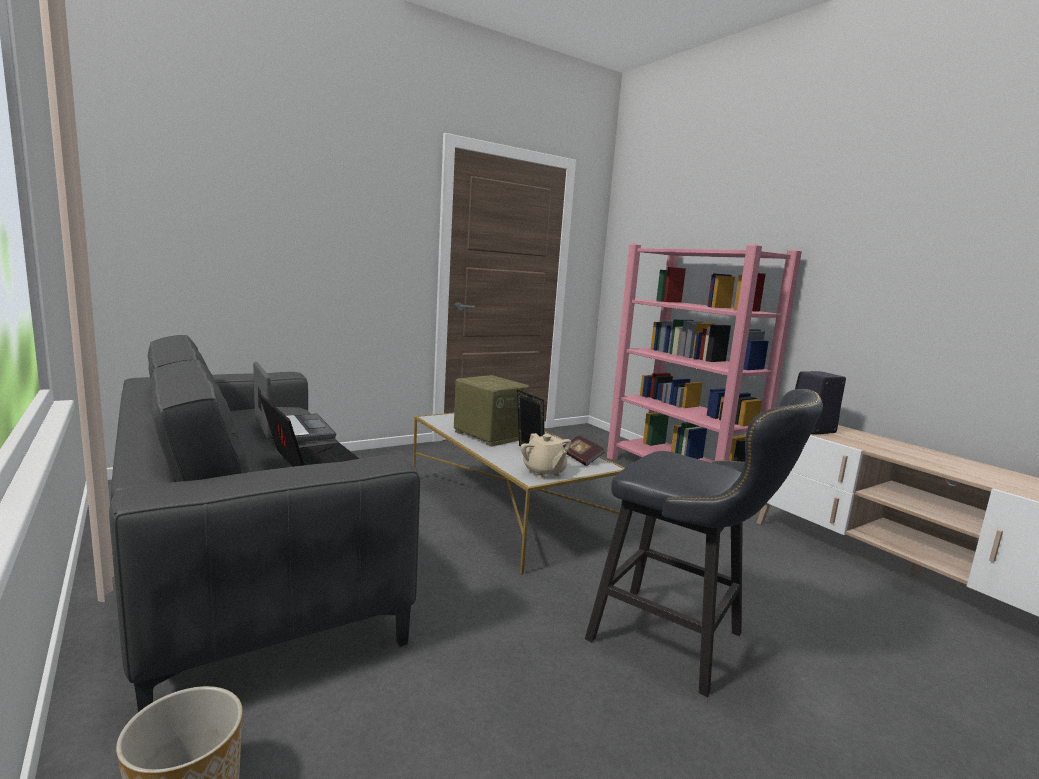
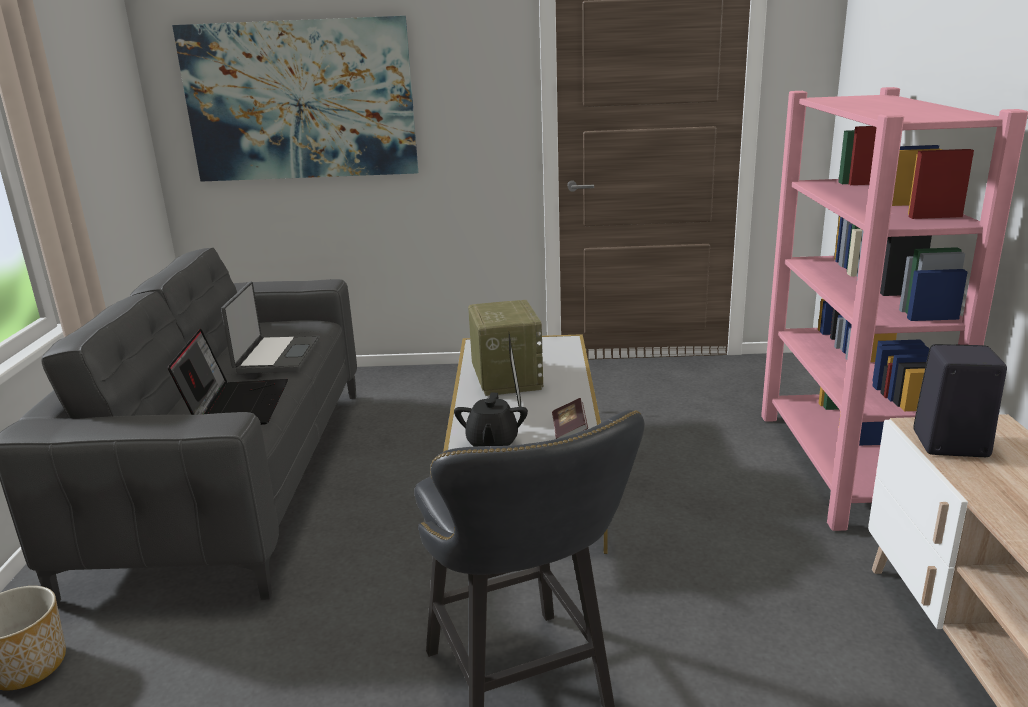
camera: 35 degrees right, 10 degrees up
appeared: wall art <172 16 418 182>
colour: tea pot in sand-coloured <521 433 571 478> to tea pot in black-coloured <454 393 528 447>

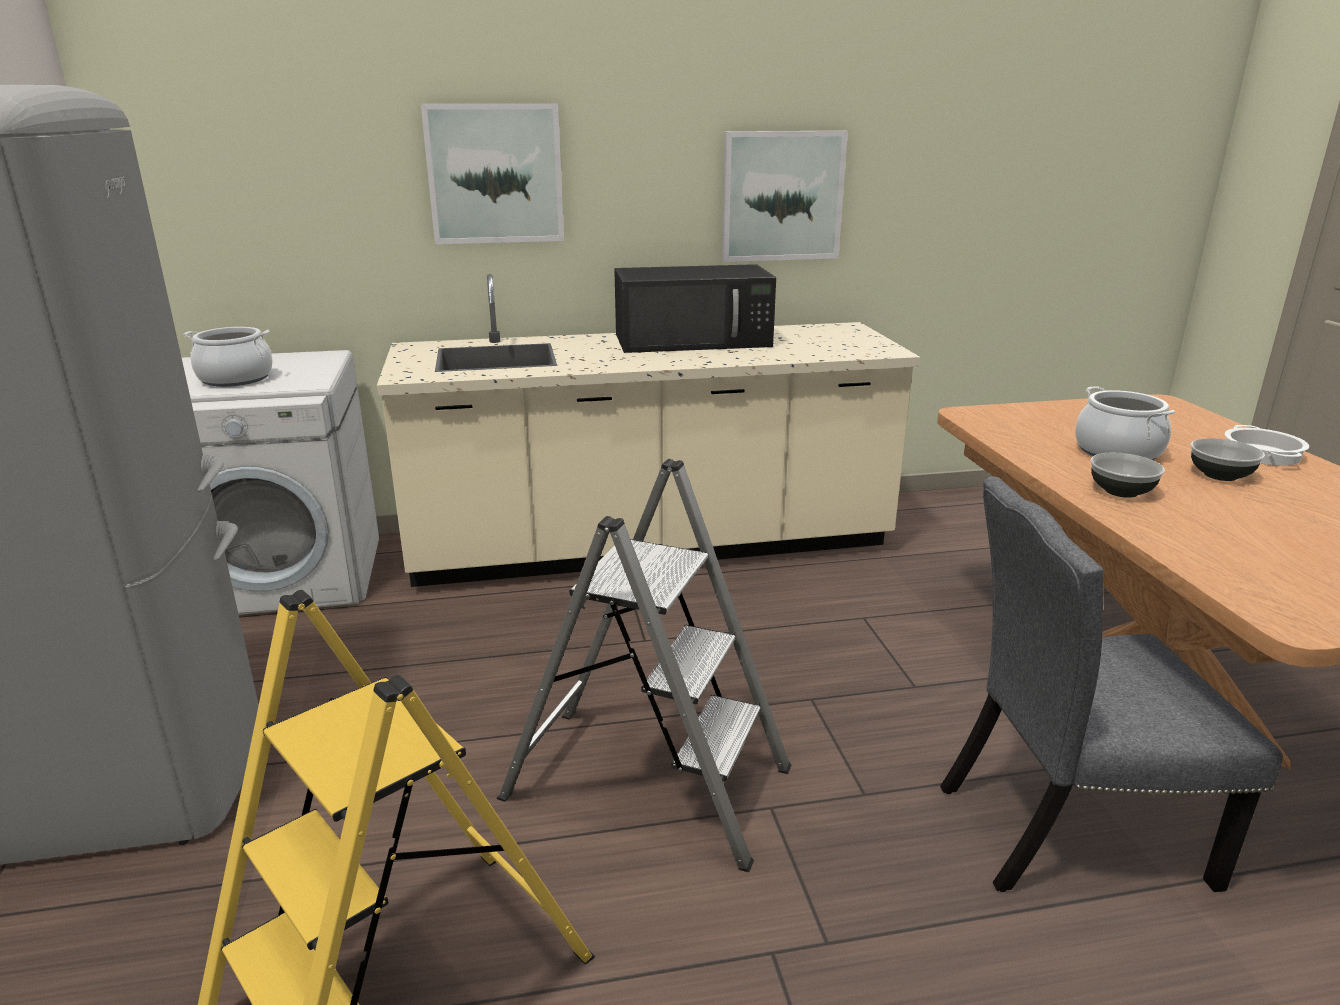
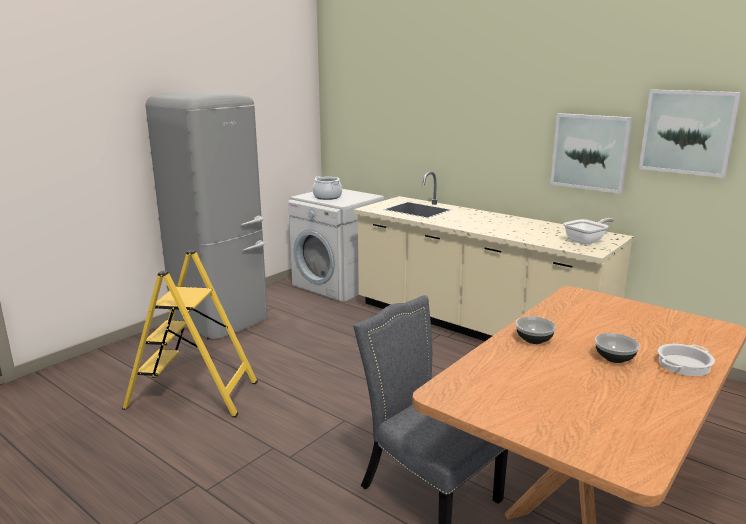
camera: 50 degrees right, 5 degrees down
missing: step stool in grey <497 459 792 872>; microwave oven in black-coloured <614 264 776 353>; stockpot <1075 386 1175 460>
appeared: skillet <563 218 614 245>
relocated: wall art <421 103 564 244> to <639 89 741 178>

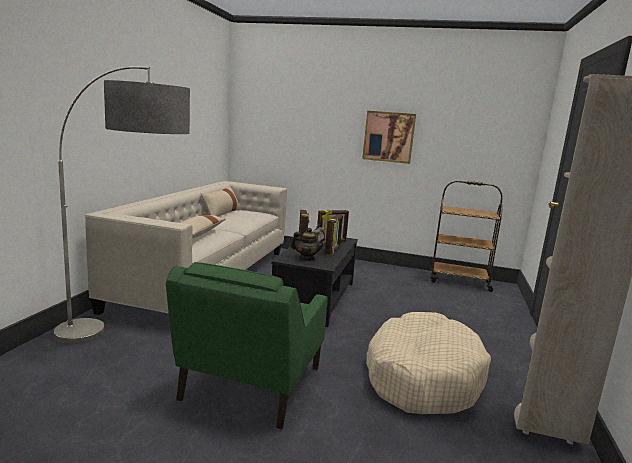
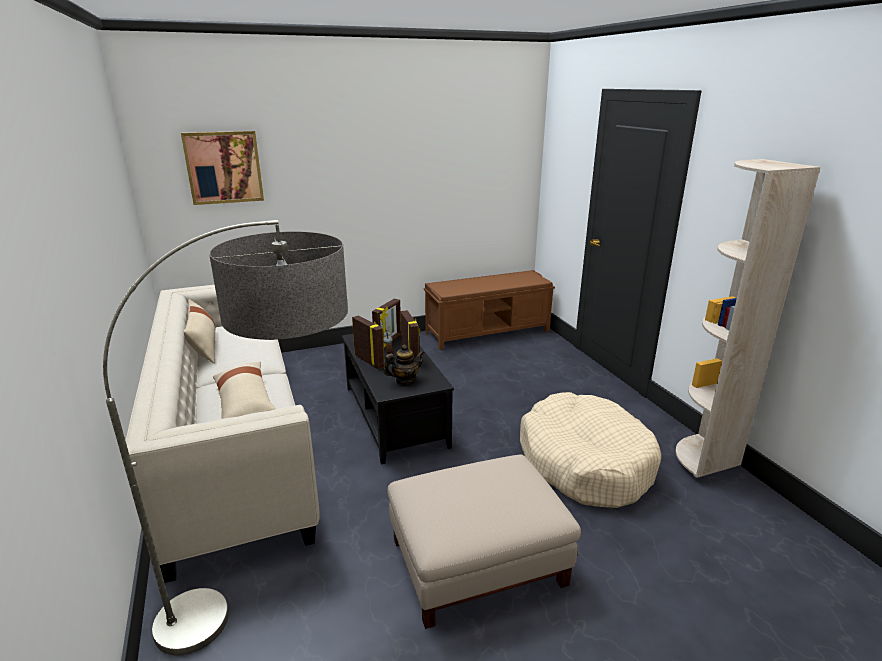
camera: 35 degrees left, 10 degrees up
relocated: wall art <362 111 416 164> to <181 131 264 205>
exchanged: lounge chair in green-coloured <166 262 328 430> to footrest in sand-coloured <387 455 581 629>; trolley in brown <430 181 503 292> to bench in brown <424 270 555 350>

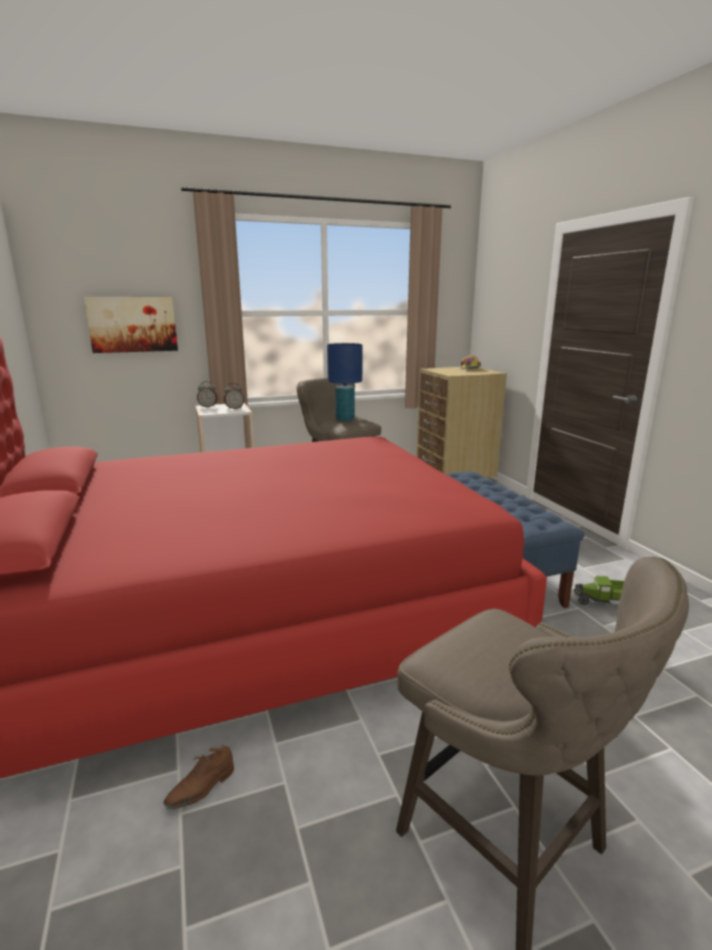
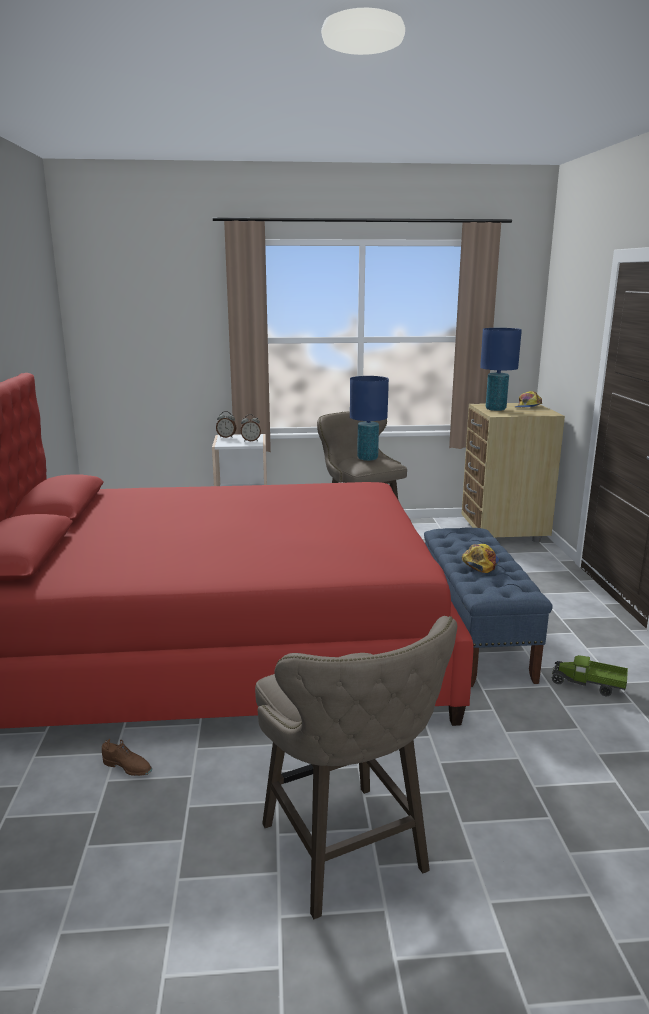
camera: 15 degrees right, 0 degrees up
missing: wall art <84 297 178 353>
appeared: cap <462 544 500 573>; table lamp in blue-coloured <480 328 522 411>
spun: low shoe in brown <163 745 234 810> = <102 739 152 776> 120 degrees counterclockwise

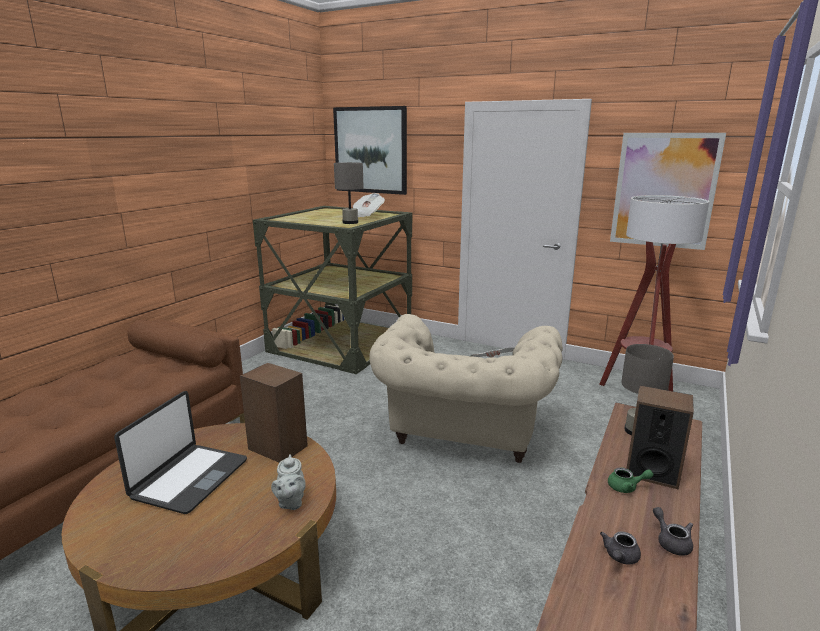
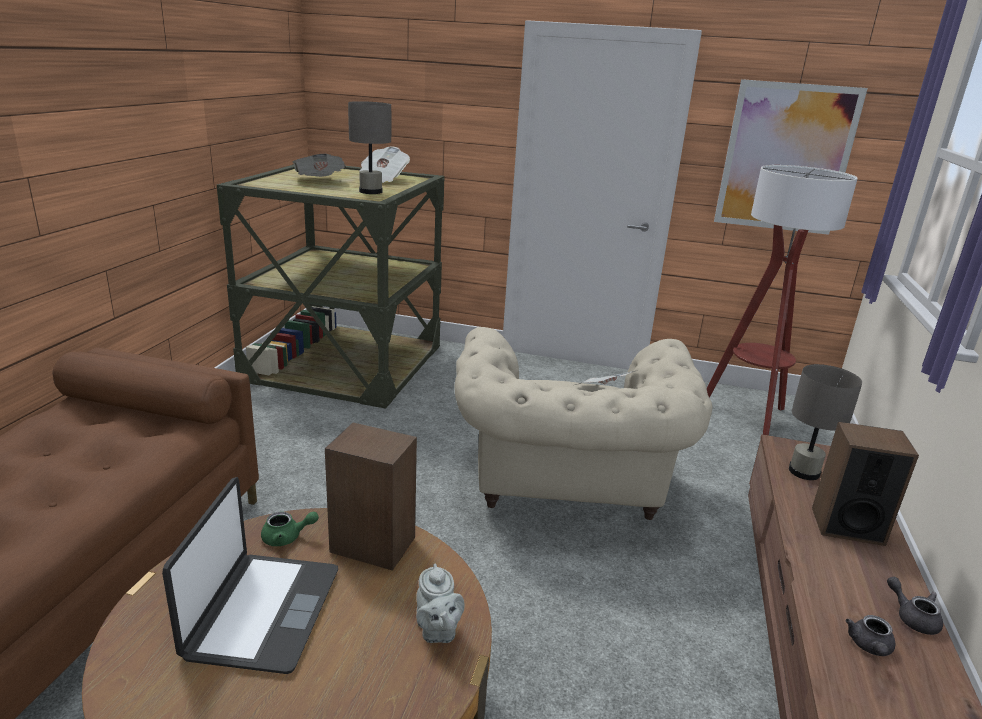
camera: 15 degrees left, 5 degrees up
missing: wall art <333 106 407 195>
appeared: daily paper <293 154 346 177>
relocated: tea pot in green-coloured <608 468 653 493> to <261 512 319 546>

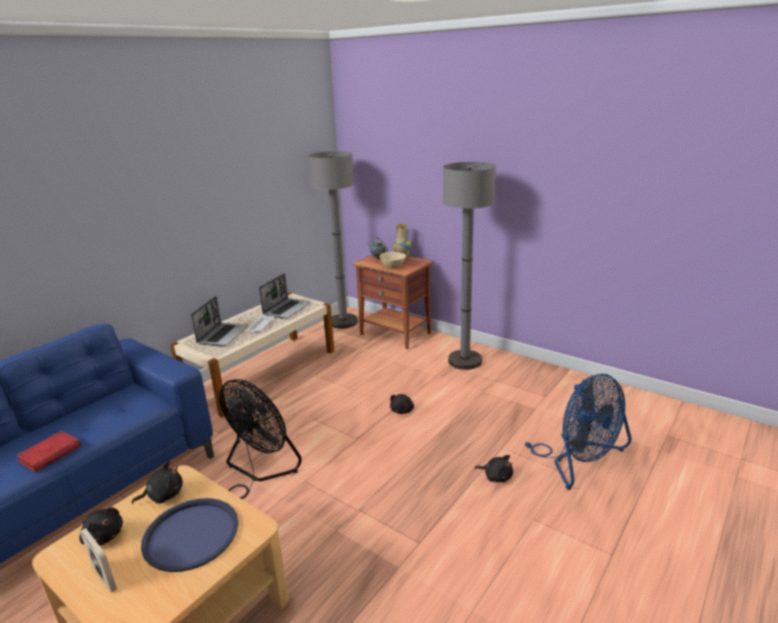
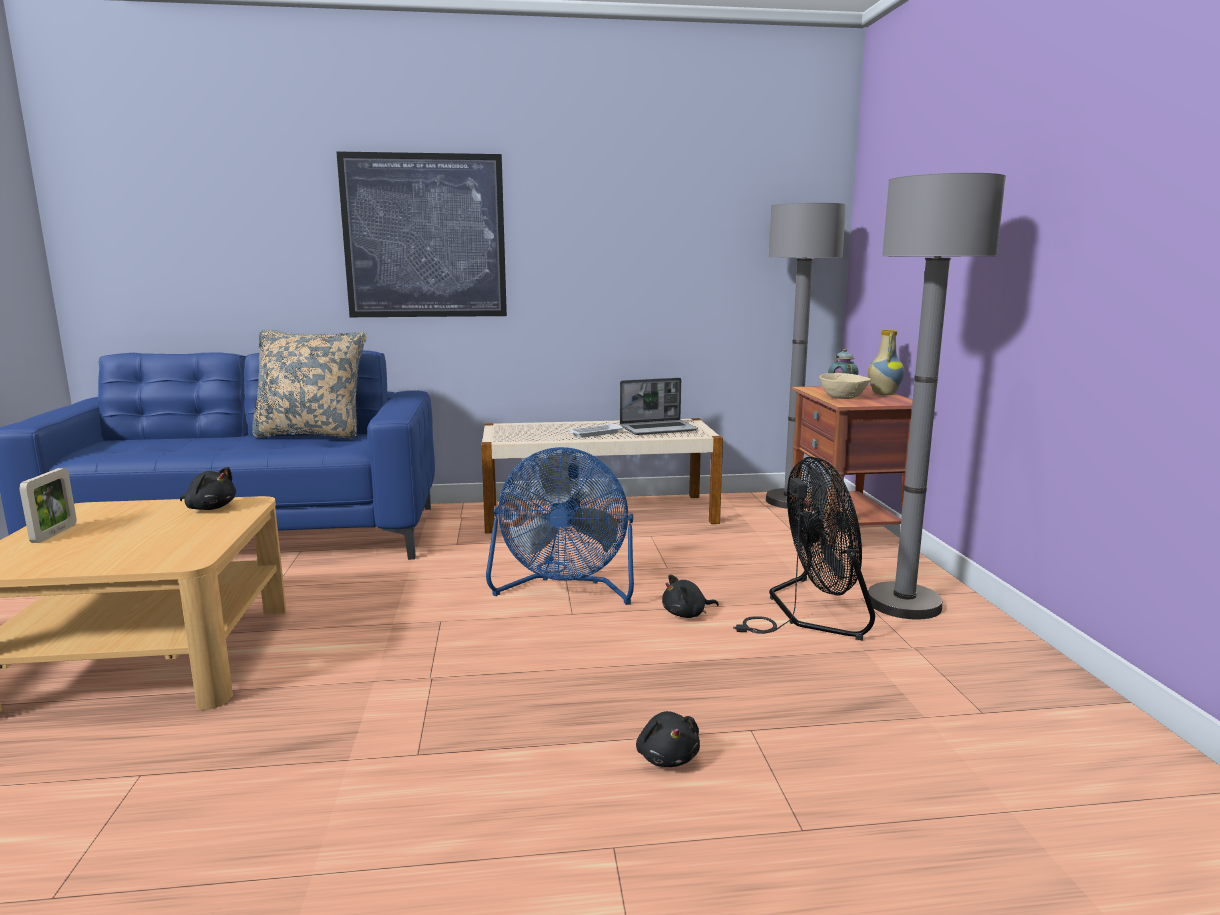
camera: 45 degrees right, 10 degrees down
missing: book in red <16 431 81 472>; cuddly toy in black-coloured <79 507 123 546>; serving tray in blue-coloured <141 498 239 572>; portable computer <191 296 248 346>
appeared: cushion in grey <252 329 367 439>; wall art <336 151 507 317>
relocated: cooling fan in blue-coloured <525 374 631 490> to <486 447 634 605>; cooling fan in black-coloured <219 379 302 499> to <733 457 875 641>

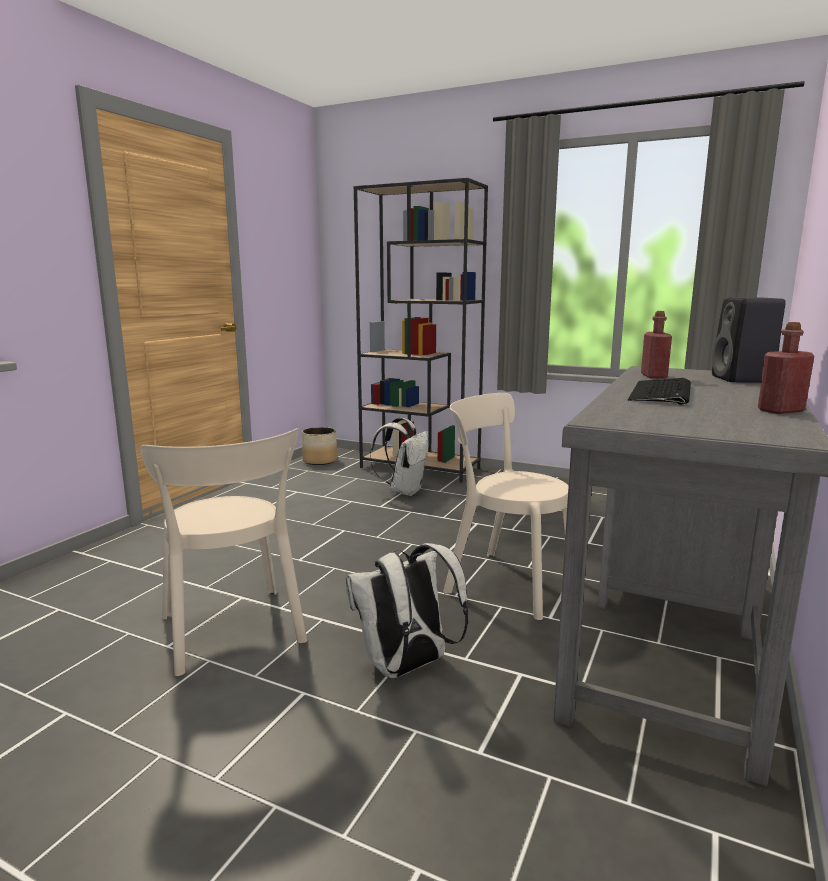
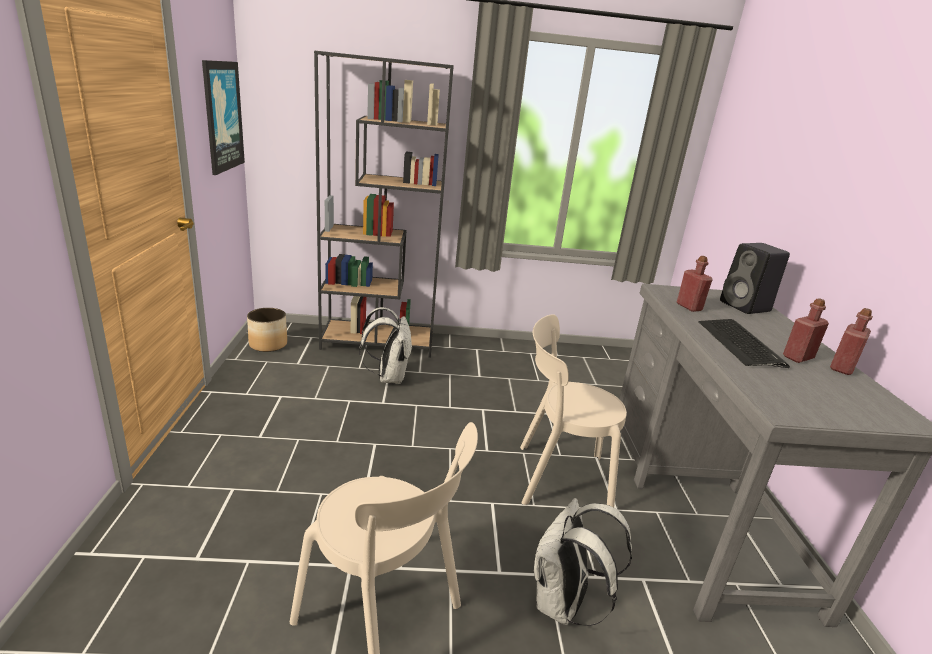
camera: 30 degrees left, 10 degrees up
appeared: wall art <202 60 245 175>; drink bottle in red <783 298 829 363>

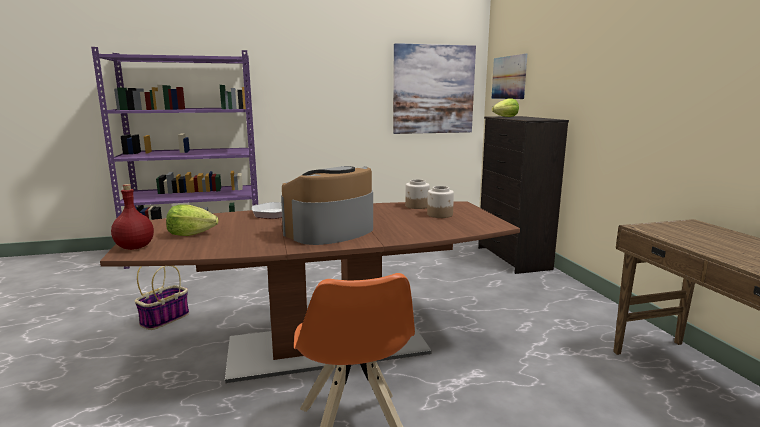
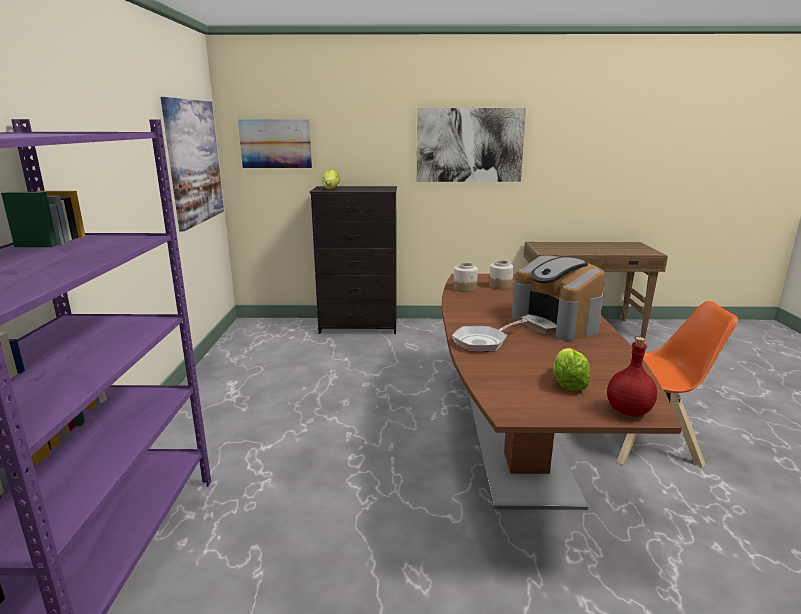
camera: 75 degrees left, 5 degrees up
missing: basket <135 266 189 330>
appeared: wall art <417 108 526 182>

